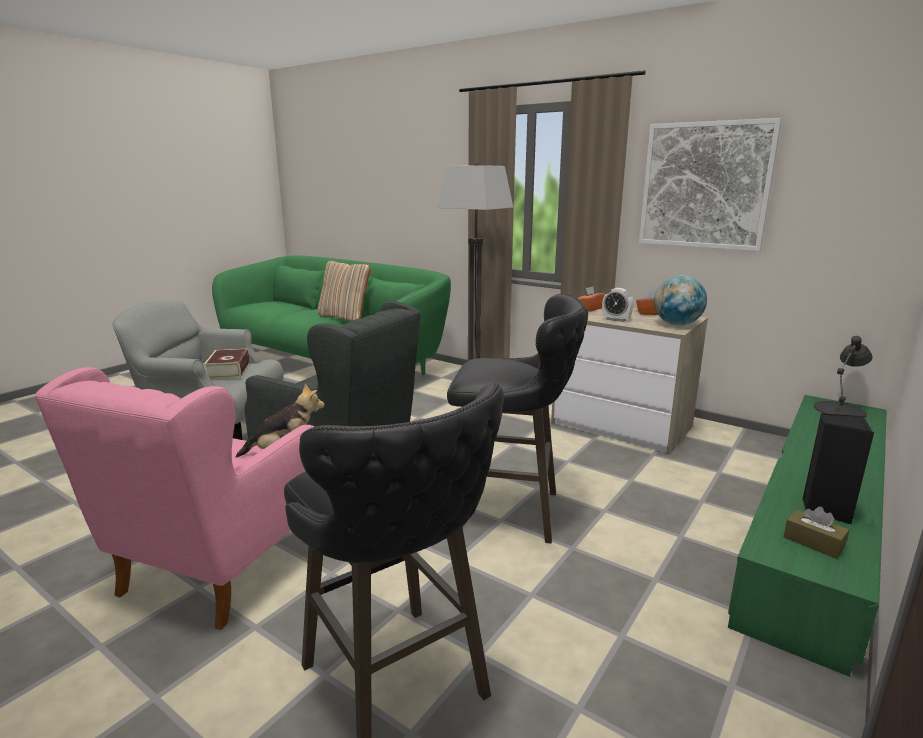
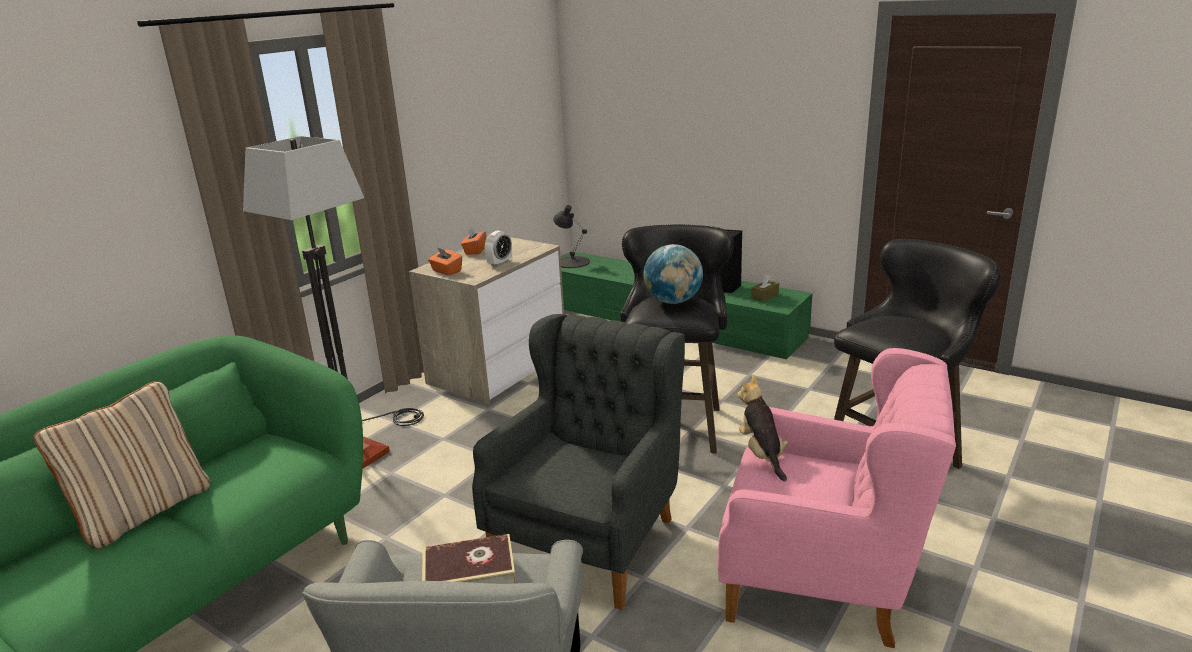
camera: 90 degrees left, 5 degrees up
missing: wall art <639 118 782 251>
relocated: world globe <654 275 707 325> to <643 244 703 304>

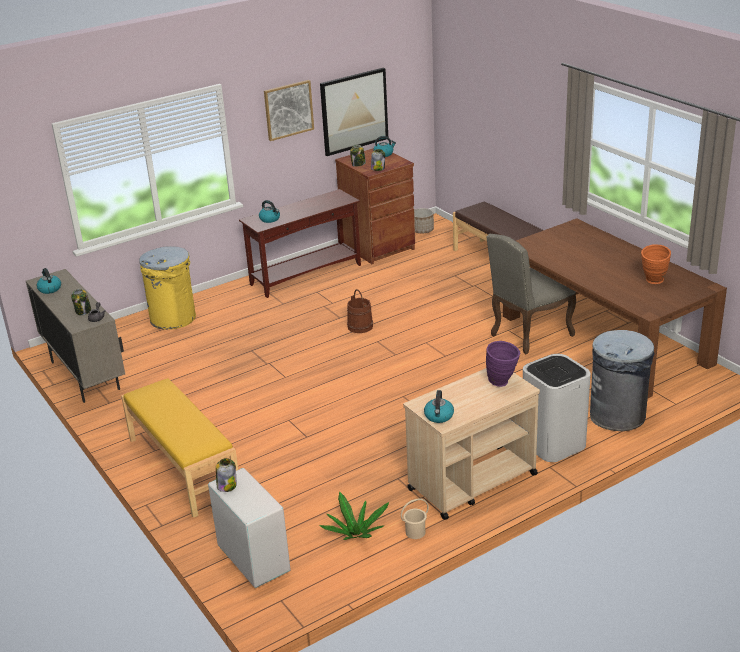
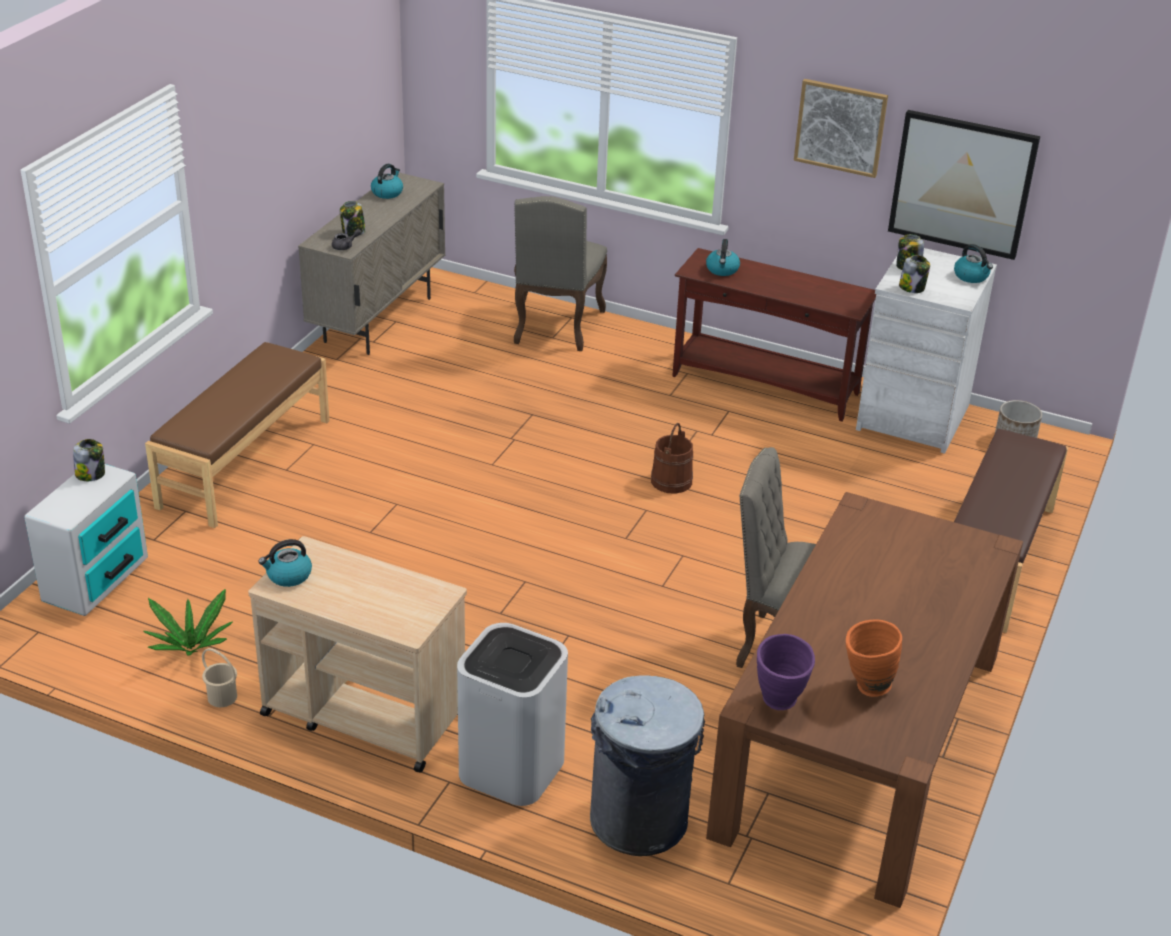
camera: 55 degrees right, 5 degrees up
relocated: flower vase in purple <486 341 520 387> to <757 634 815 710>
exchanged: waste bin in yellow <139 246 196 330> to upright chair in grey <514 196 607 351>
colour: bench in yellow <121 378 238 518> to bench in brown <145 342 329 528>; chest of drawers in brown <335 148 415 264> to chest of drawers in whitish <856 248 997 454>

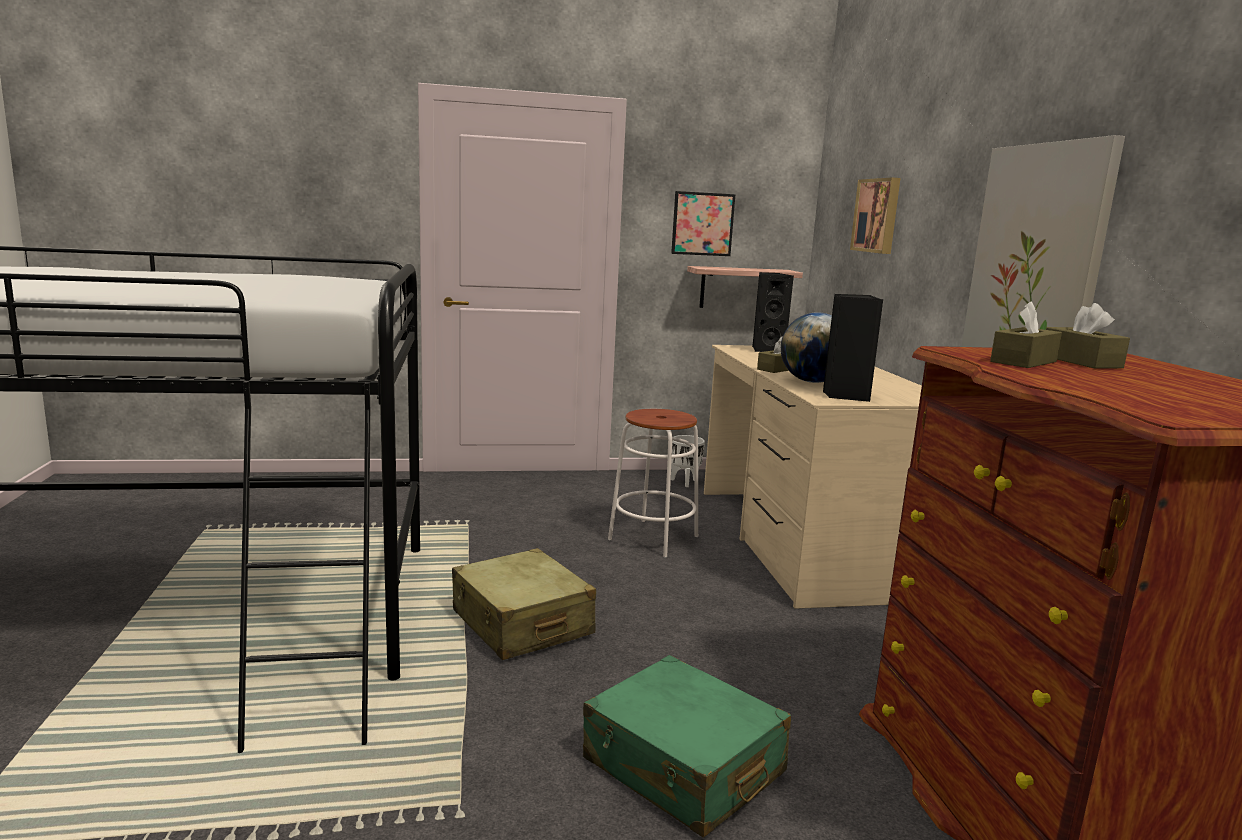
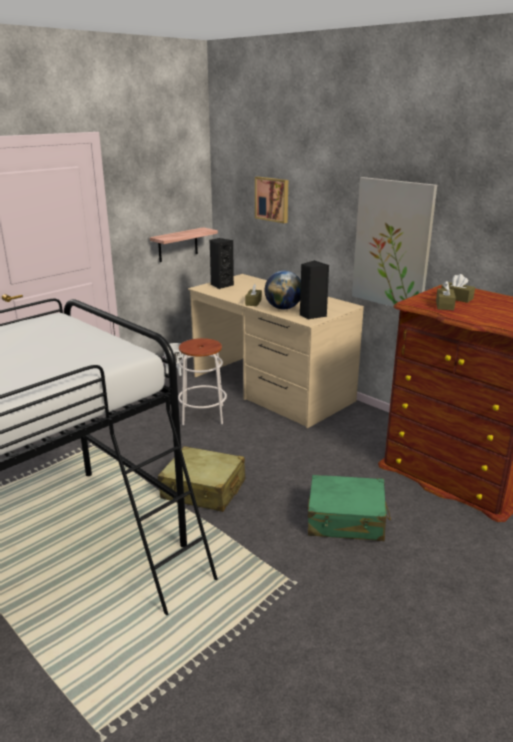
camera: 35 degrees left, 10 degrees up
missing: wall art <671 191 735 256>

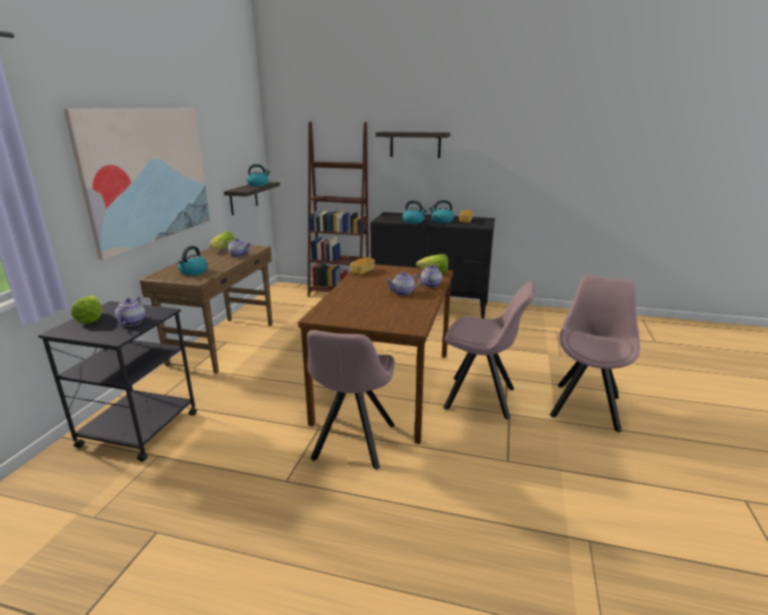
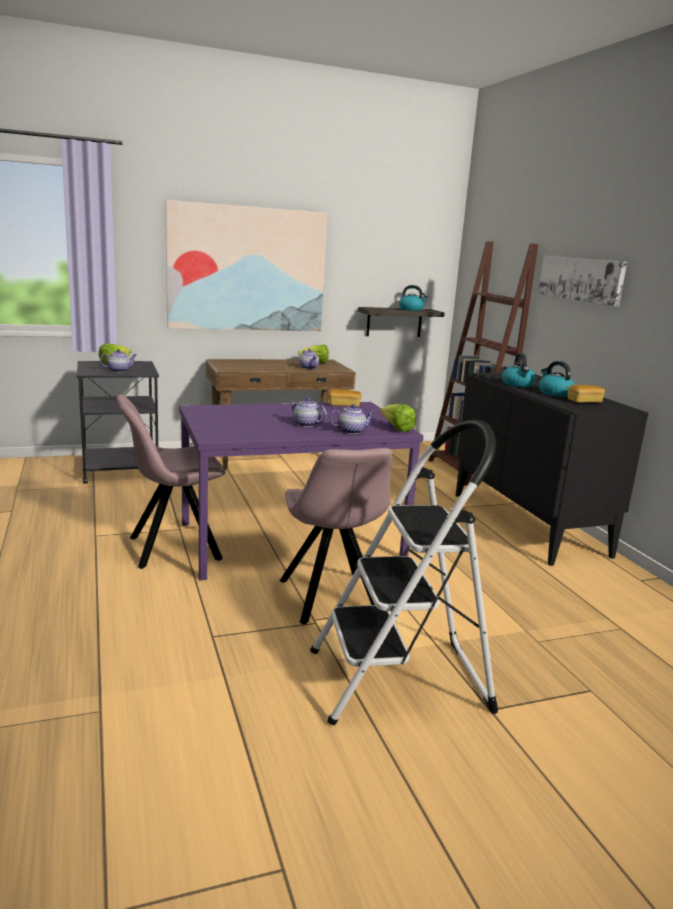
camera: 55 degrees right, 5 degrees down
missing: tea kettle <178 246 208 275>
exchanged: upright chair in pinkish <550 275 640 432> to step stool <310 420 498 725>; bracket shelf <376 131 451 158> to wall art <538 256 627 306>
colour: dining table in brown <298 264 453 444> to dining table in purple <179 402 424 580>

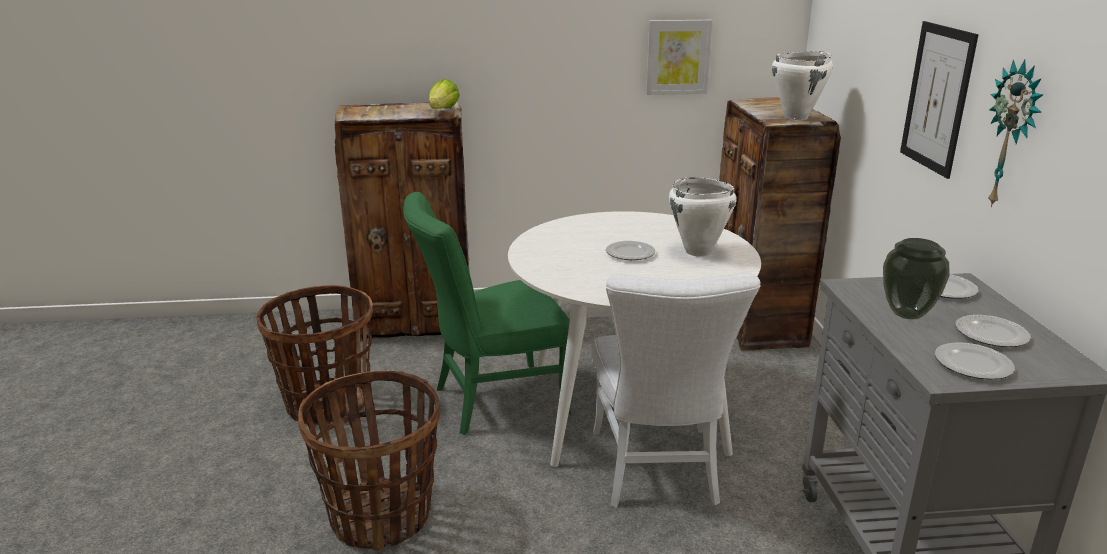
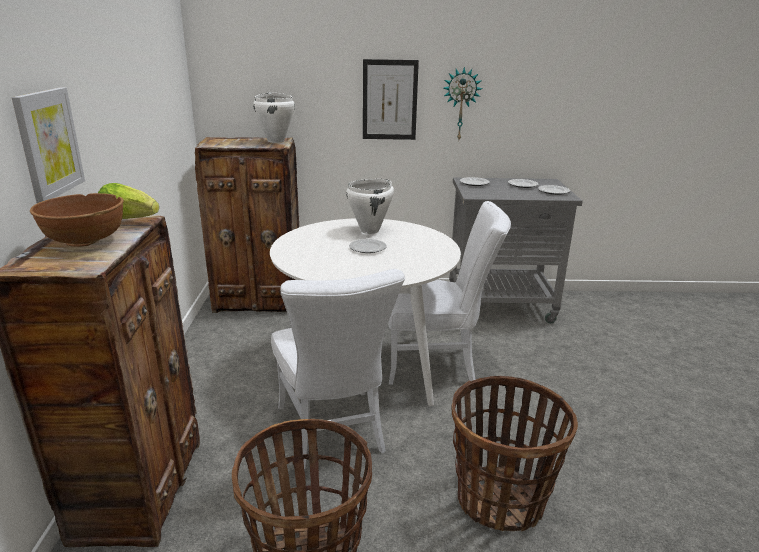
camera: 85 degrees left, 0 degrees up
missing: flower vase <883 238 950 319>
appeared: bowl in brown <30 193 124 247>
relocated: wall art <646 20 713 95> to <12 87 85 203>
colour: upright chair in green-coloured <403 192 571 435> to upright chair in whitish <271 269 405 469>

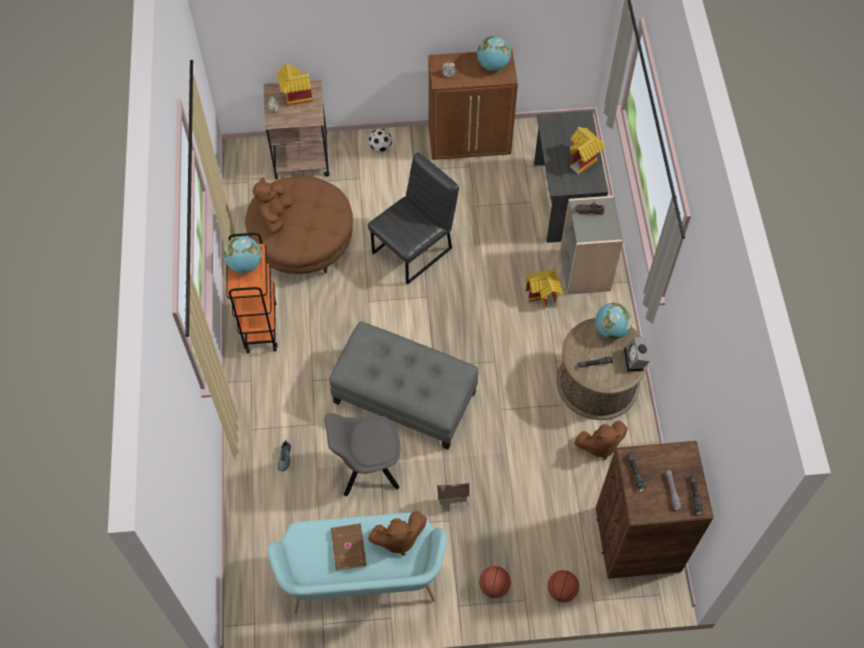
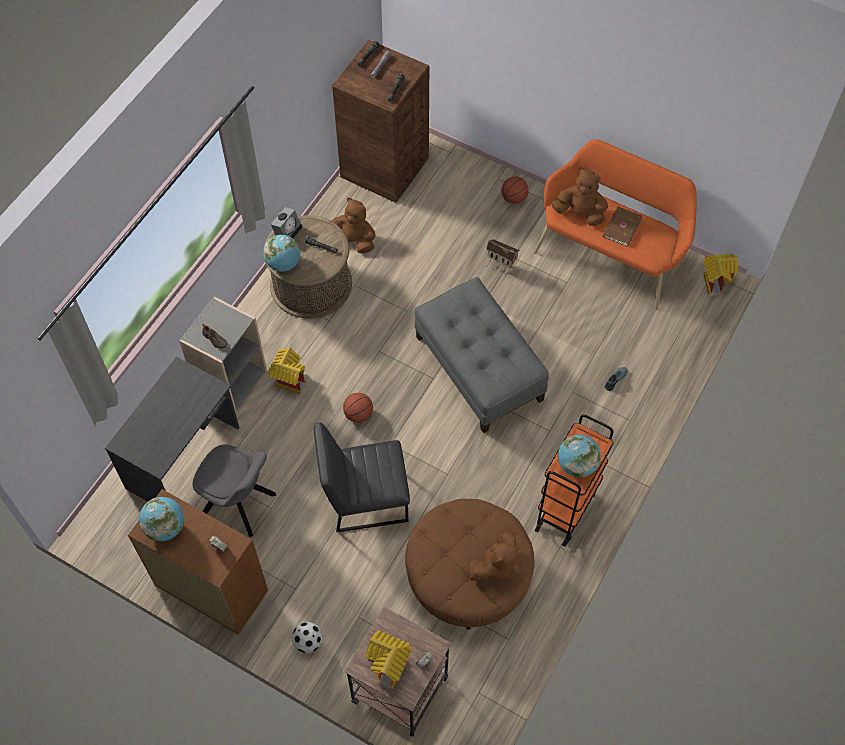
camera: 145 degrees left, 0 degrees up
relocated: upright chair in grey <324 413 400 497> to <193 444 276 537>; ball for basketball <548 570 579 602> to <343 393 373 423>; miniature house <570 127 605 175> to <703 254 738 296>
colour: bench in turquoise-coloured <267 512 447 614> to bench in orange-coloured <534 139 697 310>

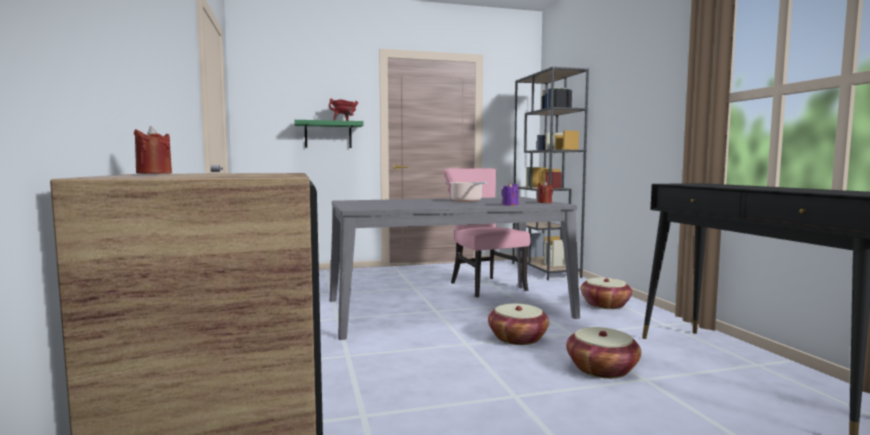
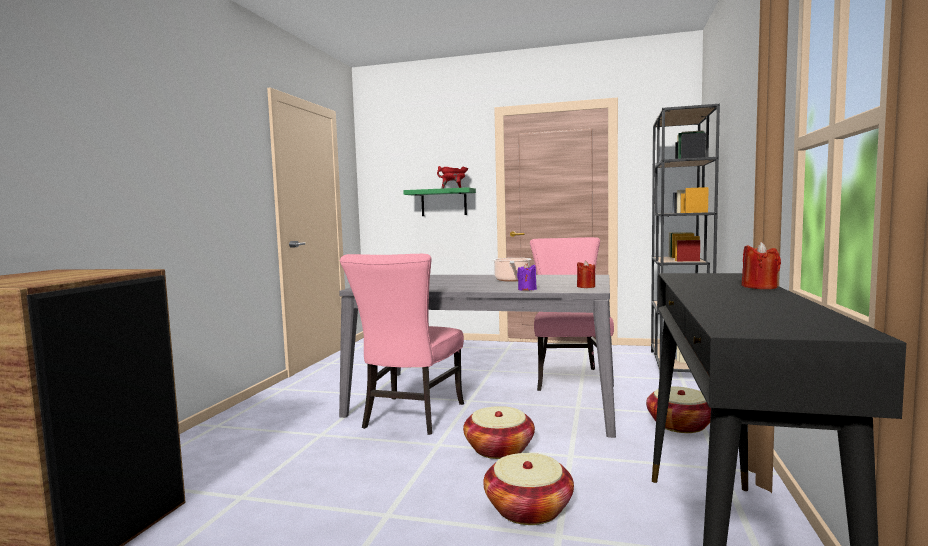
camera: 30 degrees right, 0 degrees up
appeared: upright chair in pinkish <340 254 464 435>
relocated: candle in red <134 126 172 174> to <742 242 781 289>

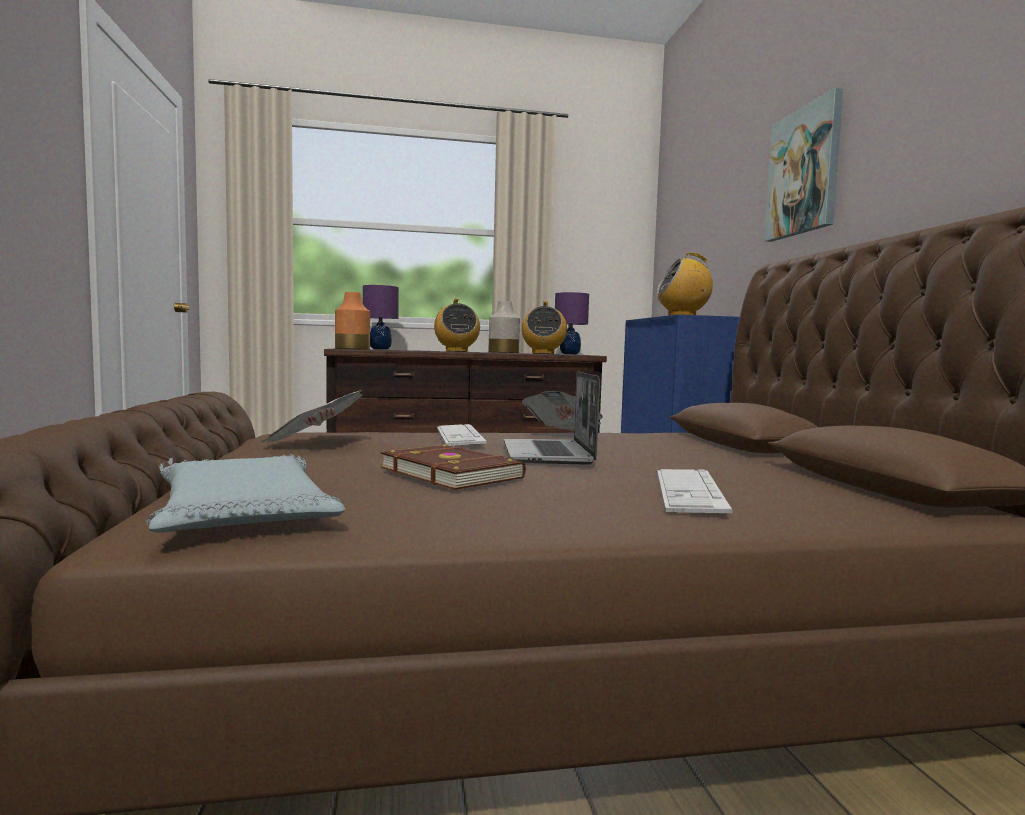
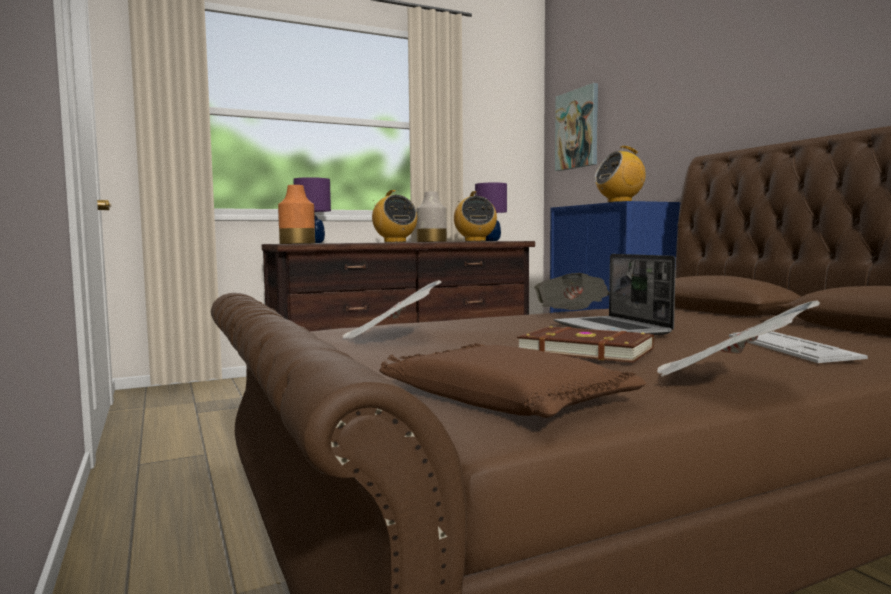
camera: 15 degrees left, 0 degrees up
missing: keyboard <437 424 487 446>
appeared: daily paper <657 301 820 377>
relocated: wall art <764 88 843 242> to <555 83 598 171>
colour: cushion in blue-coloured <146 454 345 533> to cushion in brown <379 343 647 418>

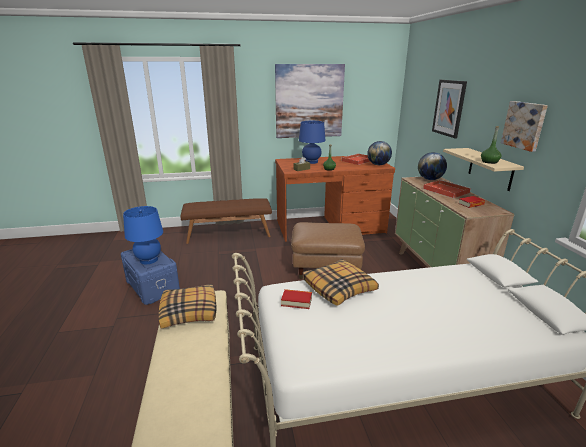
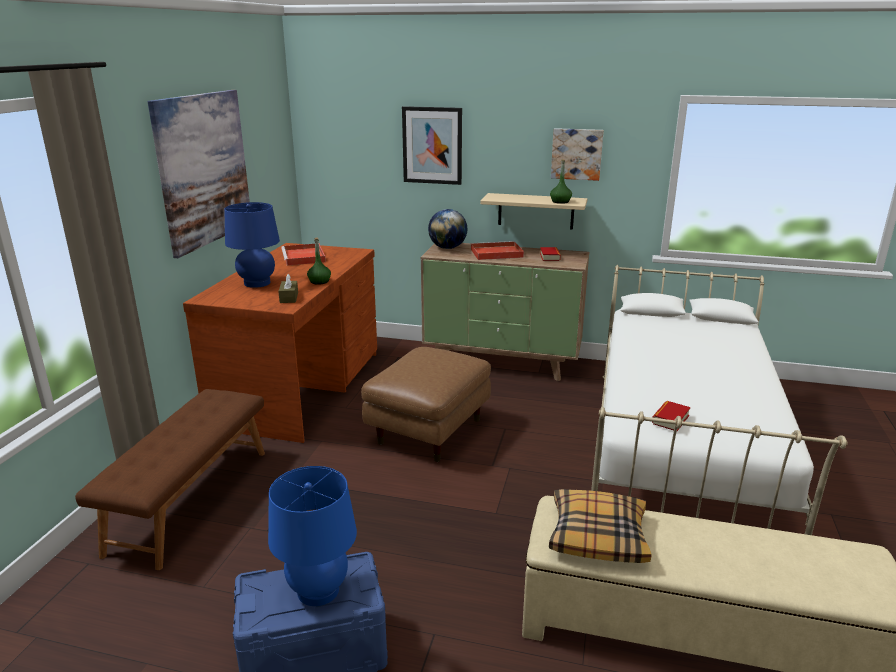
camera: 65 degrees left, 0 degrees up
missing: cushion <302 259 379 306>; world globe <367 141 392 165>

